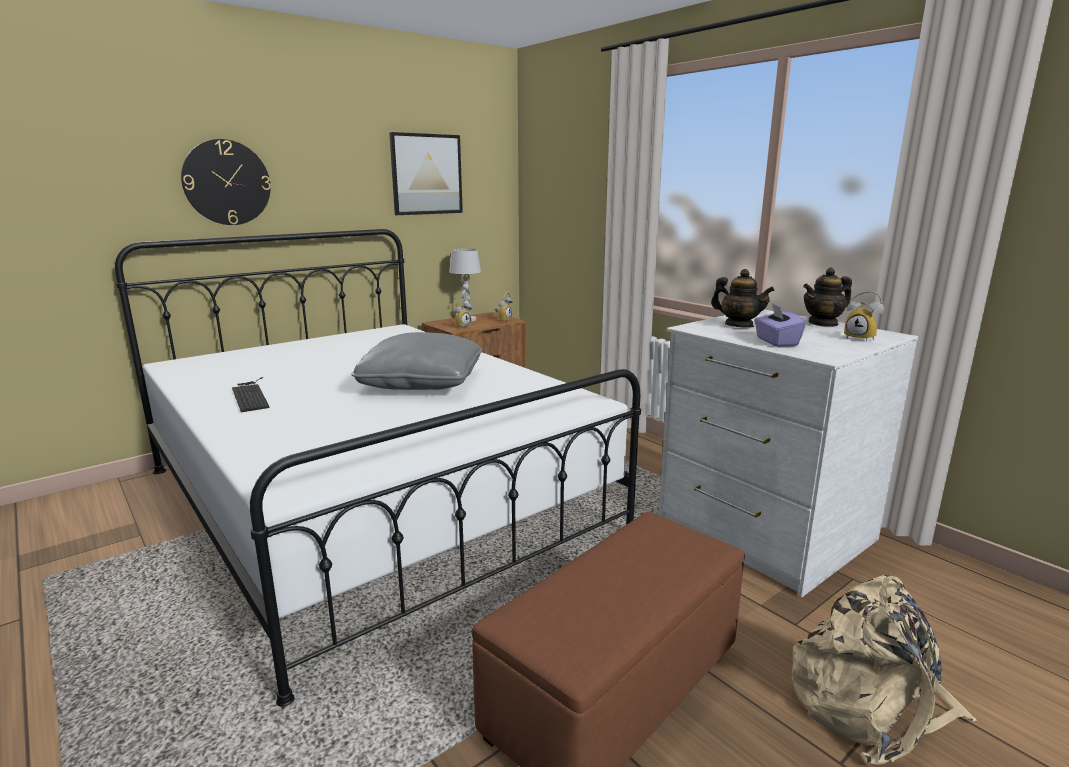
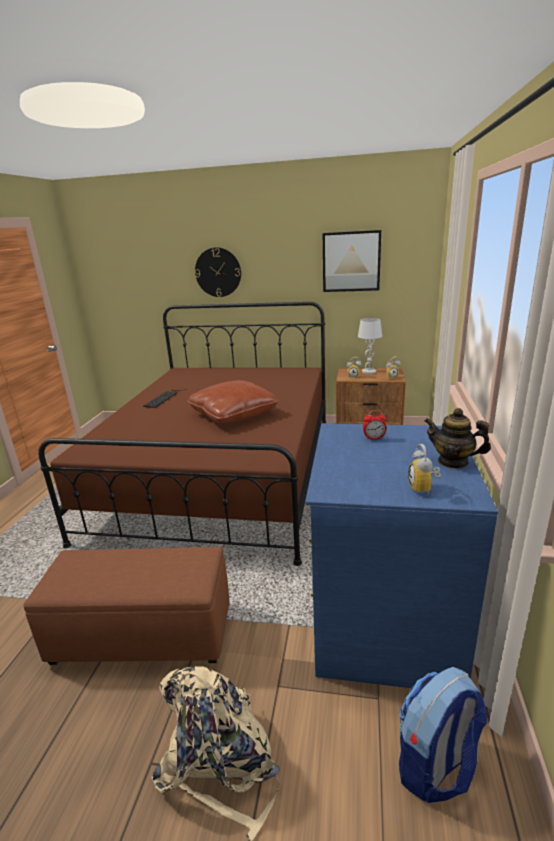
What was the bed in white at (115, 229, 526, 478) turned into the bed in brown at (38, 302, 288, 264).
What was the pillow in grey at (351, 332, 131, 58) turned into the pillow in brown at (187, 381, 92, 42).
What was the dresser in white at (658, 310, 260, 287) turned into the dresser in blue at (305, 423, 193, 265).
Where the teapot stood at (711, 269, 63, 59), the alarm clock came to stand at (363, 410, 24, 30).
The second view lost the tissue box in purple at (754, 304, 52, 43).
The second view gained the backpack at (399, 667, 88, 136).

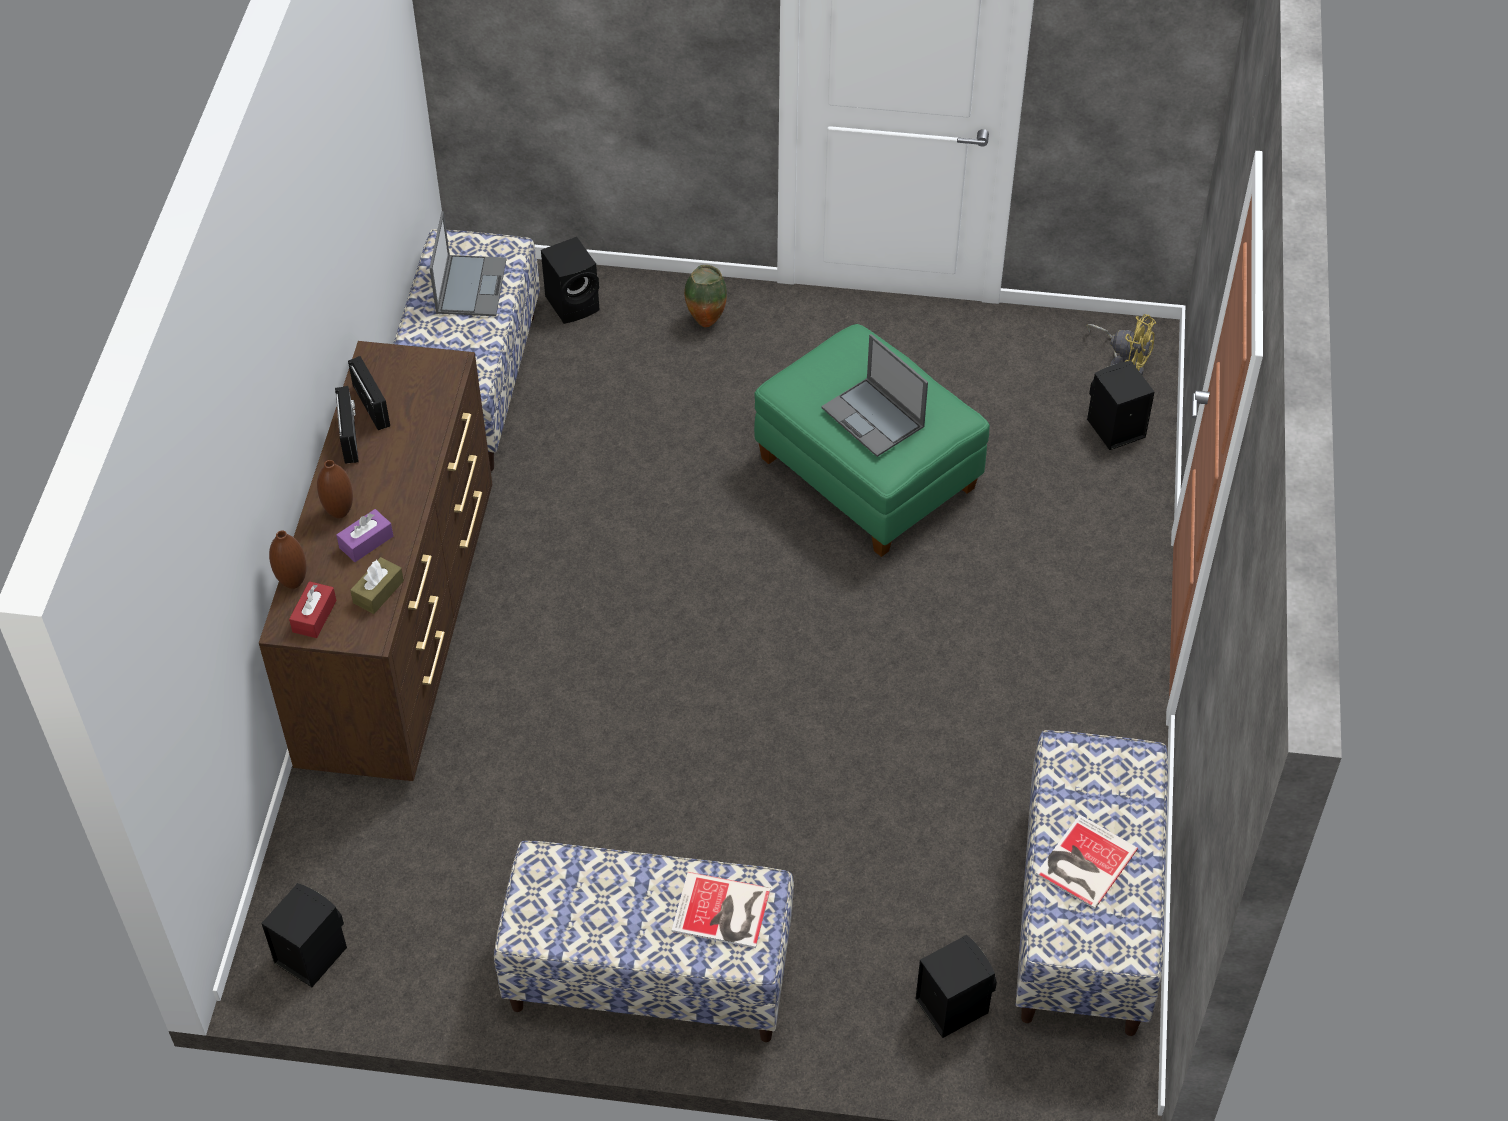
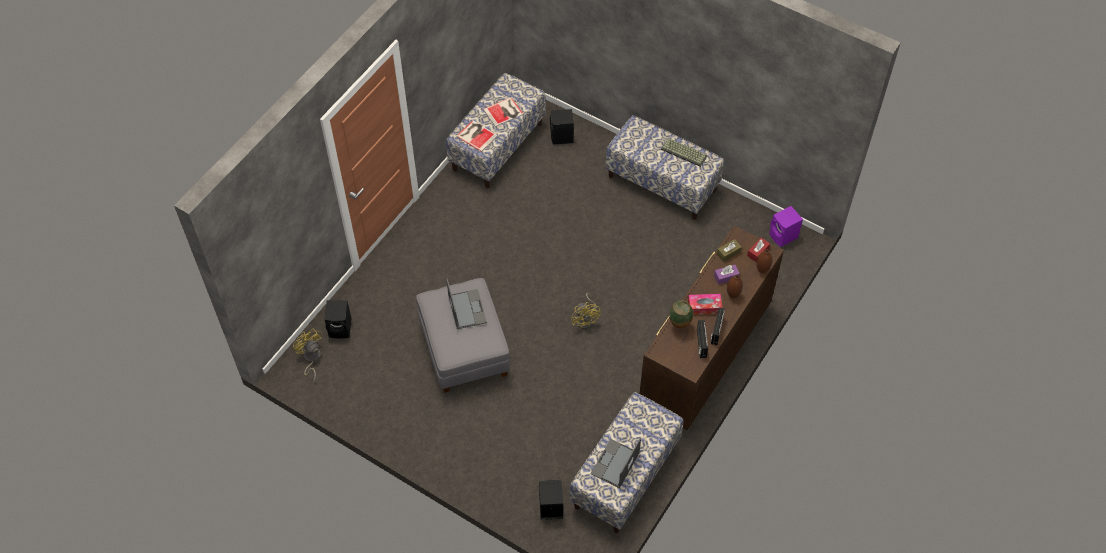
What was the speaker in black at (261, 883, 86, 104) turned into the speaker in purple at (769, 206, 34, 41).
The book ended up elsewhere, having gone from (672, 872, 99, 76) to (456, 120, 42, 32).
The vase ended up elsewhere, having gone from (684, 265, 43, 63) to (669, 300, 24, 28).
What was the ottoman in green at (754, 324, 236, 233) turned into the ottoman in grey at (416, 278, 94, 115).
The second view gained the fan in yellow at (571, 293, 30, 36).
The second view gained the keyboard at (661, 138, 47, 29).
The second view gained the tissue box at (688, 294, 34, 21).

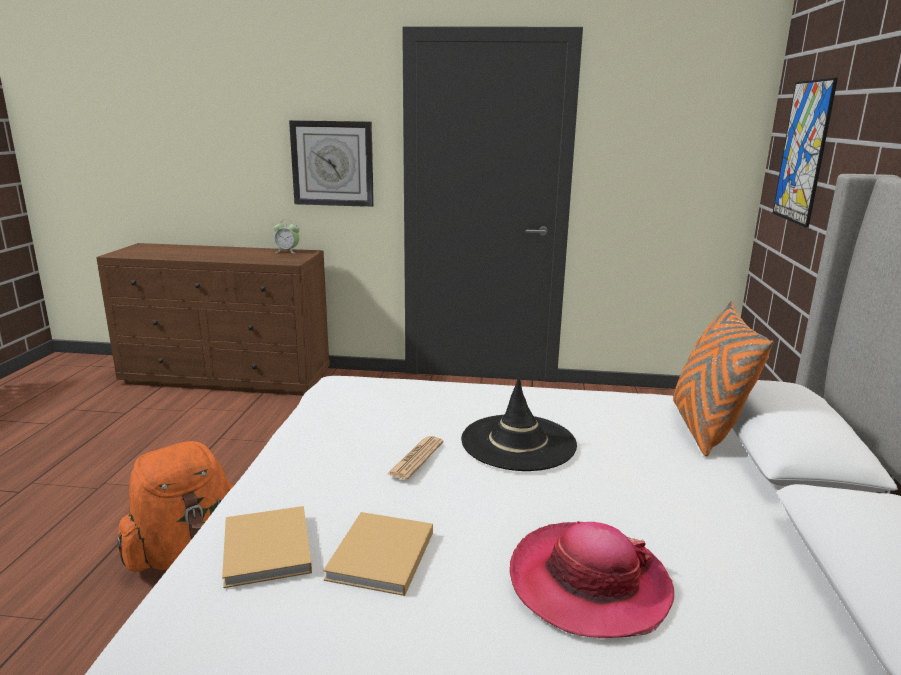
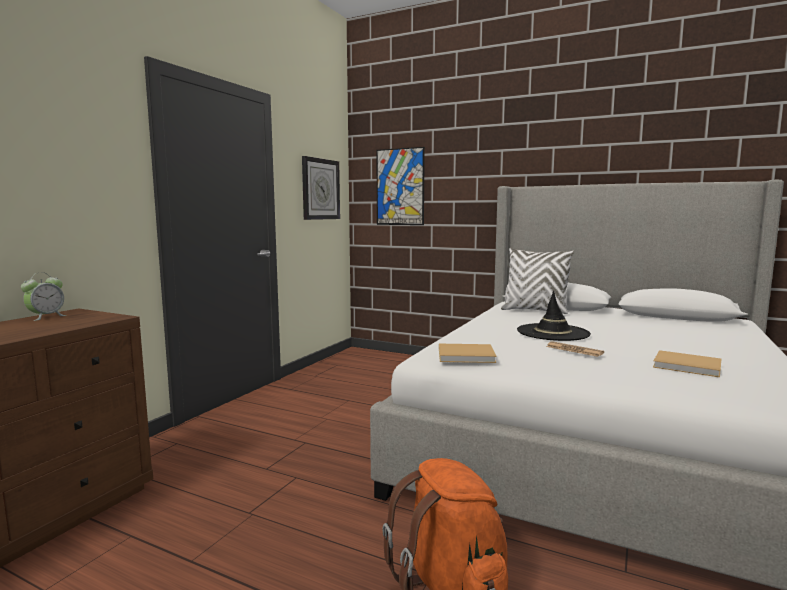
The book in beige ended up elsewhere, having gone from (222, 506, 90, 82) to (439, 344, 57, 19).
The wall clock ended up elsewhere, having gone from (289, 120, 85, 87) to (302, 156, 38, 64).
The second view lost the hat at (510, 521, 164, 117).
What was the pillow in orange at (673, 301, 100, 155) turned into the pillow in white at (501, 248, 73, 66).

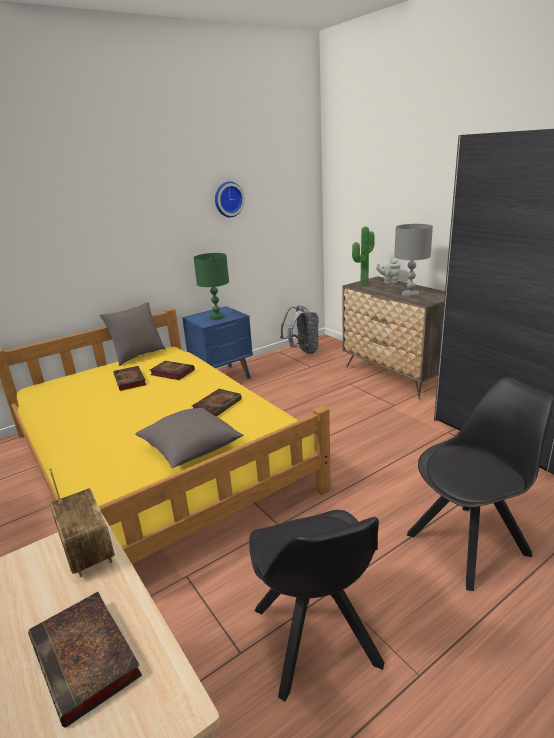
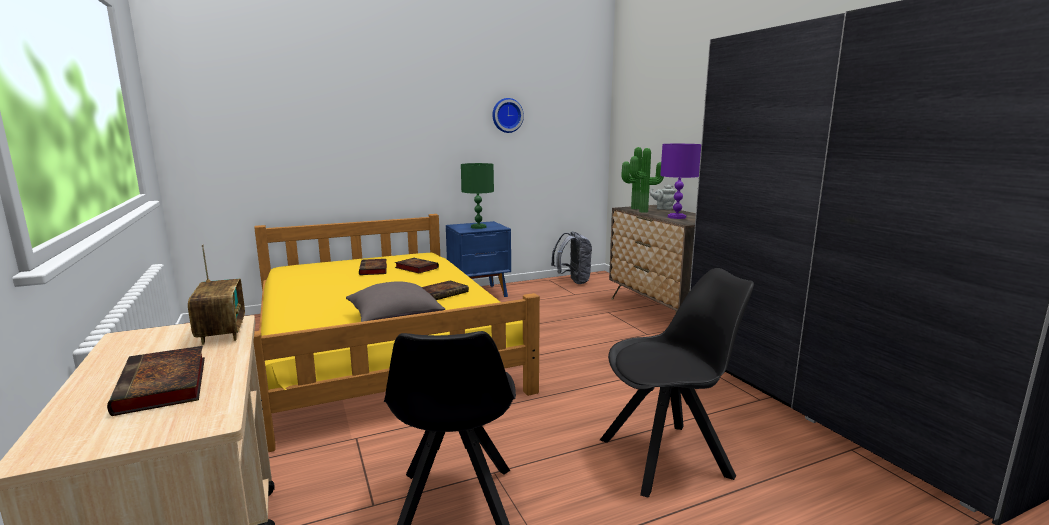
The second view lost the pillow in grey at (100, 302, 66, 64).
What was the table lamp in grey at (394, 224, 39, 73) turned into the table lamp in purple at (660, 144, 41, 75).
The second view gained the potted plant at (630, 148, 34, 65).

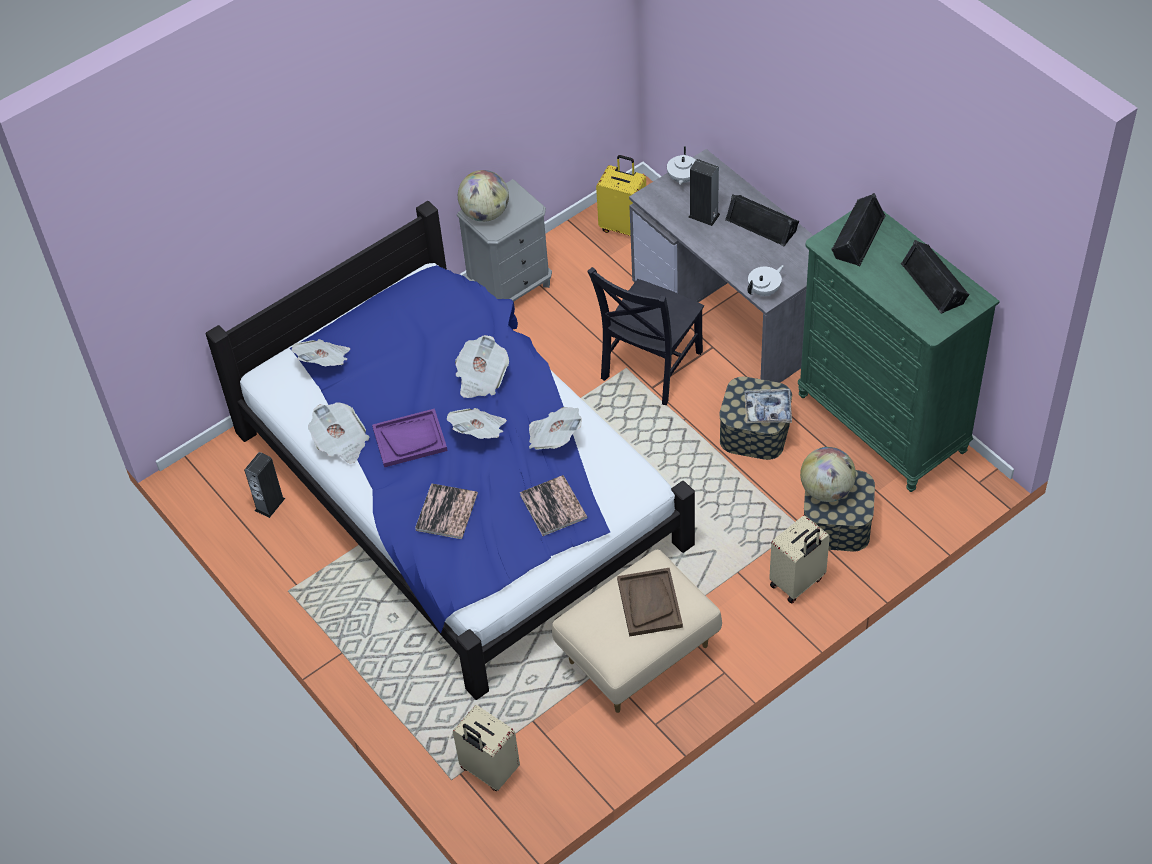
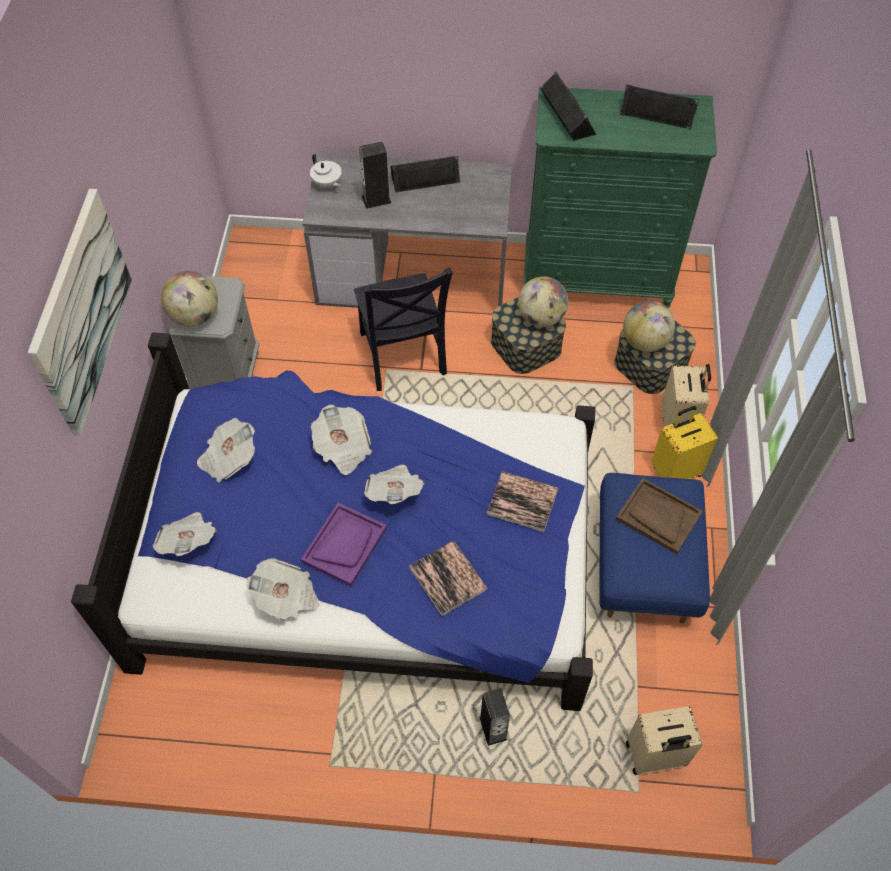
The speaker ended up elsewhere, having gone from (244, 452, 41, 66) to (480, 688, 30, 58).
The newspaper ended up elsewhere, having gone from (529, 407, 53, 43) to (197, 418, 58, 65).
What was the ottoman in beige at (552, 549, 170, 164) turned into the ottoman in blue at (599, 473, 111, 151).
The suitcase in yellow ended up elsewhere, having gone from (596, 155, 50, 81) to (651, 406, 67, 73).
Where the tray stood at (744, 389, 48, 34), the globe came to stand at (518, 276, 51, 51).
The second view lost the teapot in white at (747, 265, 37, 31).
The second view gained the picture at (27, 189, 105, 247).

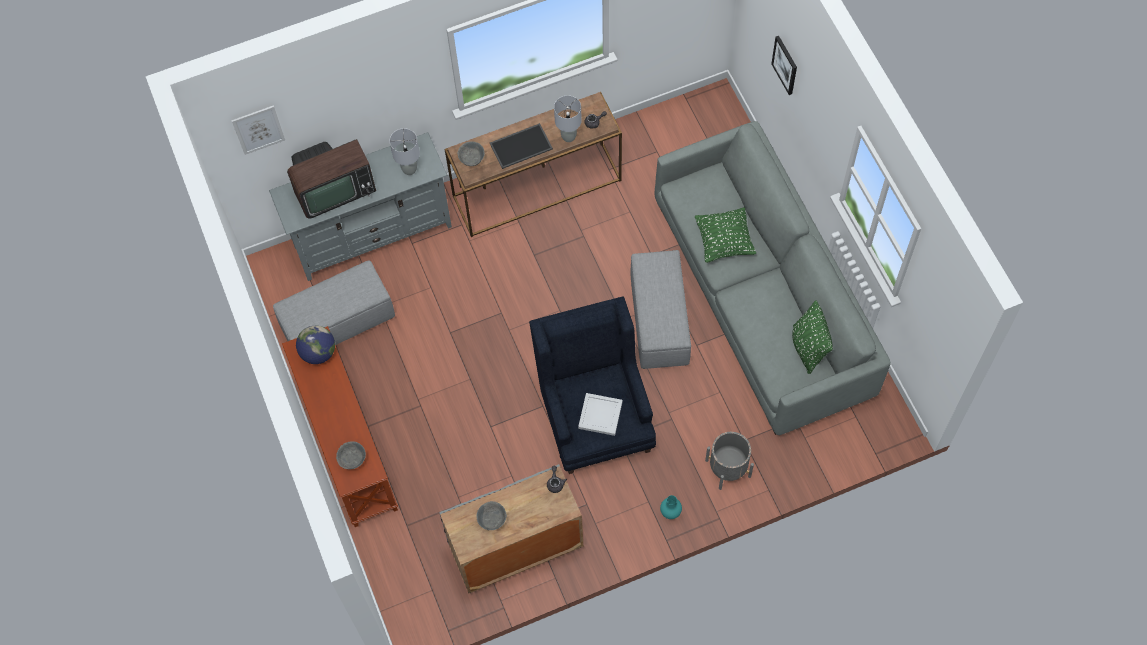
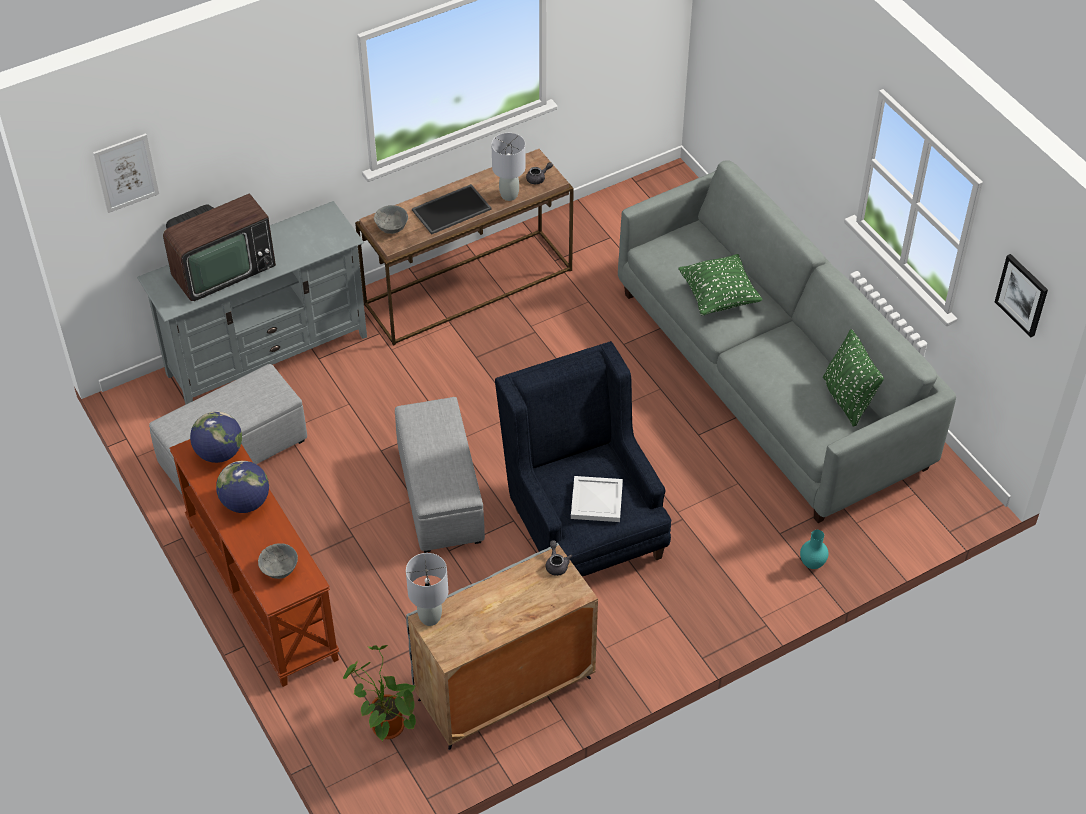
The table lamp in grey ended up elsewhere, having gone from (390, 128, 30, 47) to (406, 553, 42, 73).
The second view lost the bowl in grey at (476, 501, 31, 29).
The ottoman in grey ended up elsewhere, having gone from (631, 250, 60, 119) to (395, 397, 90, 156).
The vase in turquoise ended up elsewhere, having gone from (660, 495, 22, 24) to (800, 530, 28, 39).
The second view lost the planter in grey at (705, 432, 49, 58).
The picture ended up elsewhere, having gone from (771, 36, 26, 59) to (995, 254, 53, 84).
The second view gained the globe at (216, 461, 53, 52).
The second view gained the potted plant at (343, 645, 73, 96).

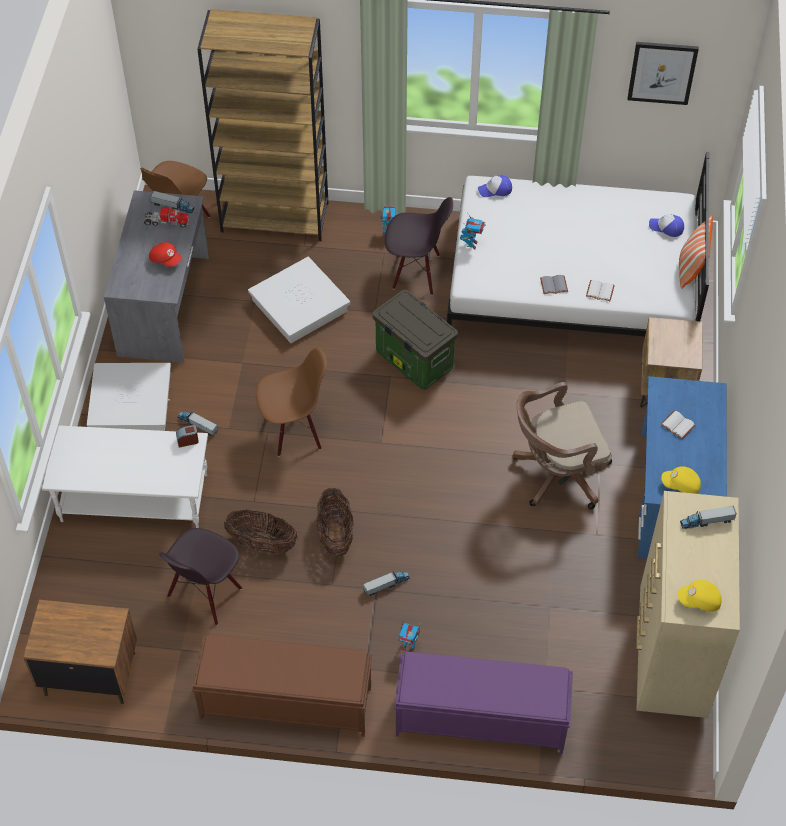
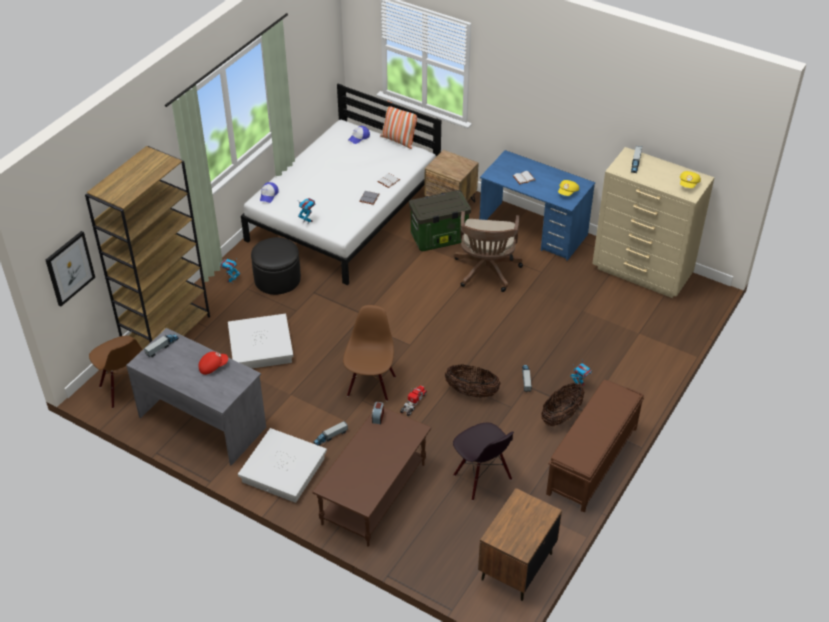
What was the coffee table in white at (42, 425, 166, 103) turned into the coffee table in brown at (312, 408, 119, 139).
The toy truck ended up elsewhere, having gone from (144, 207, 45, 21) to (400, 386, 27, 30).
The basket ended up elsewhere, having gone from (224, 510, 74, 44) to (541, 383, 43, 43).
The storage box ended up elsewhere, having gone from (373, 290, 85, 100) to (409, 190, 62, 61).
Where the chair in black stood at (385, 197, 68, 98), the ottoman in black came to stand at (251, 237, 50, 58).
The second view lost the bench in purple at (394, 652, 179, 102).
The picture ended up elsewhere, having gone from (627, 42, 72, 63) to (46, 231, 49, 75).

